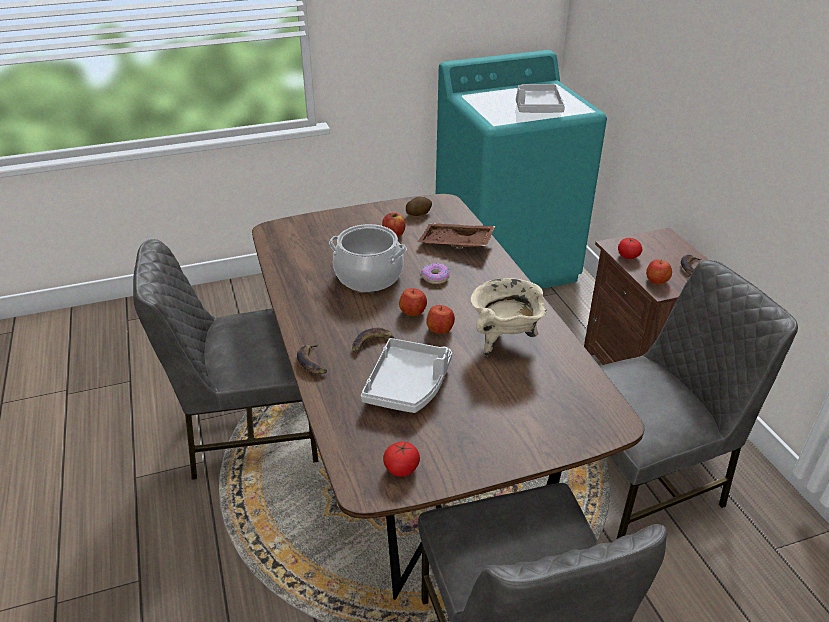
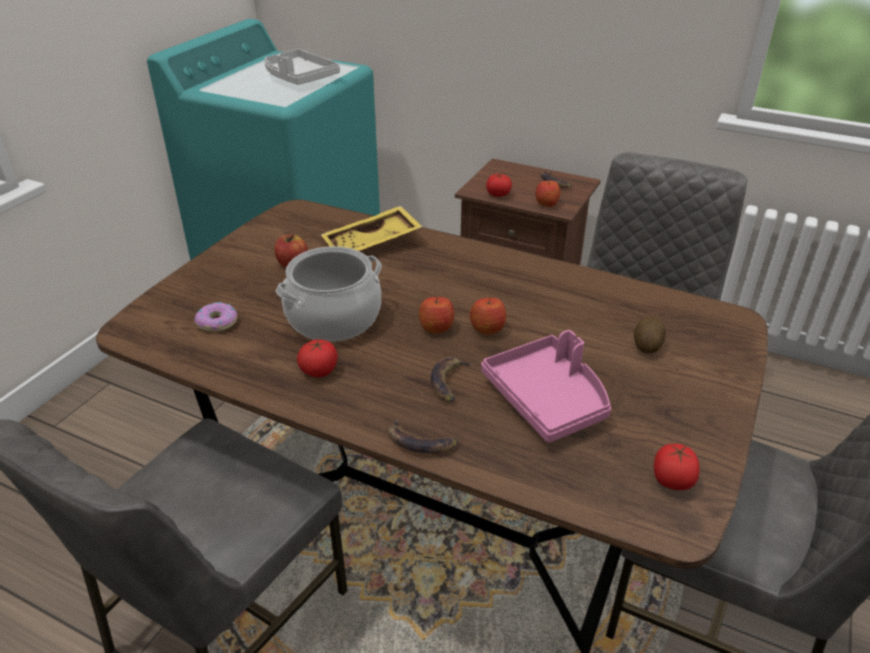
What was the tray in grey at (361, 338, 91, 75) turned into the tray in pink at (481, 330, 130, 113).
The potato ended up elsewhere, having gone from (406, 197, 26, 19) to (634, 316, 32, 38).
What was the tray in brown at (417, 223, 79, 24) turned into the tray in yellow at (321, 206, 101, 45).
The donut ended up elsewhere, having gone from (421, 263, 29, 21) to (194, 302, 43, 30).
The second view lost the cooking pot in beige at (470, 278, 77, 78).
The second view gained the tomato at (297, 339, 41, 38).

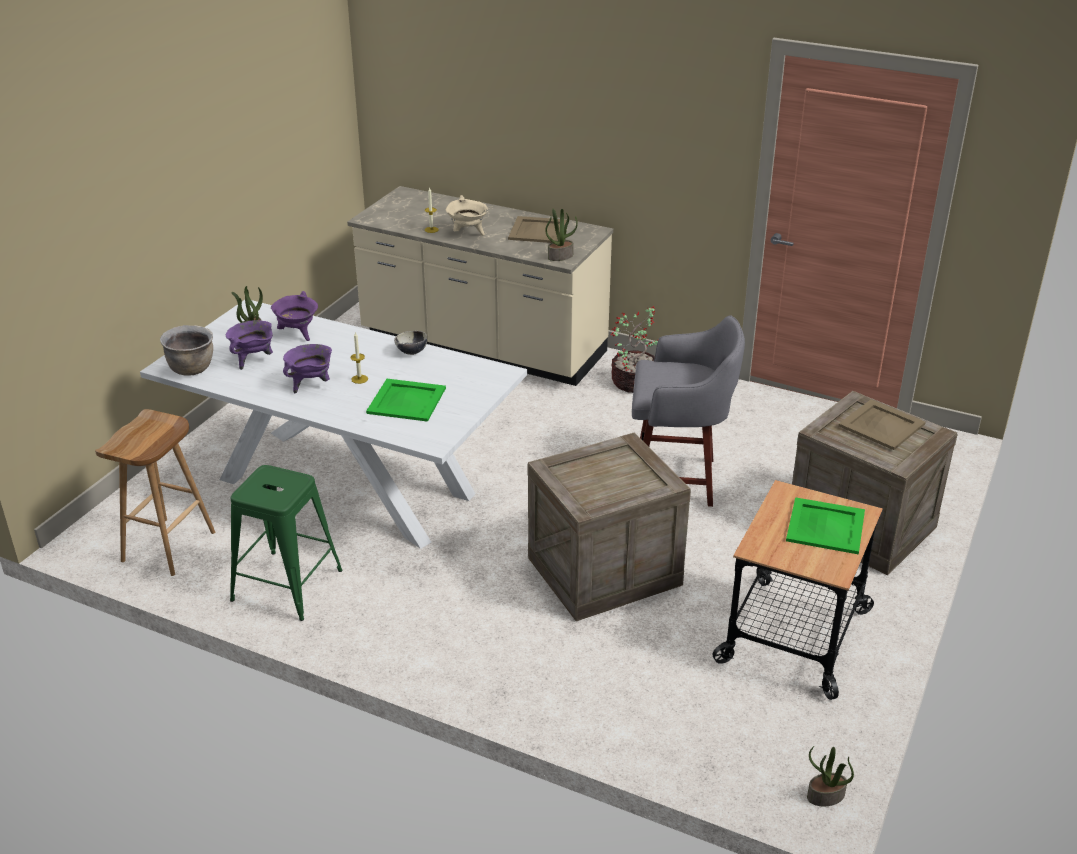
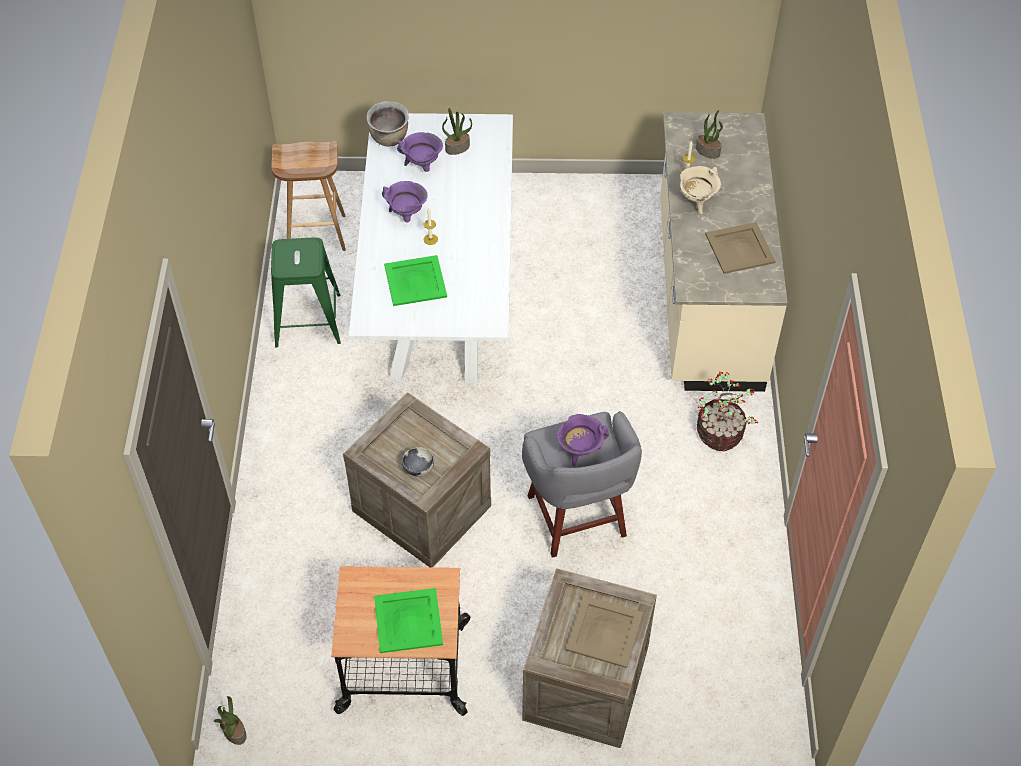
The cooking pot in purple ended up elsewhere, having gone from (271, 291, 47, 50) to (557, 414, 52, 52).
The bowl ended up elsewhere, having gone from (394, 331, 33, 24) to (402, 447, 32, 29).
The potted plant ended up elsewhere, having gone from (545, 209, 33, 52) to (696, 110, 27, 49).

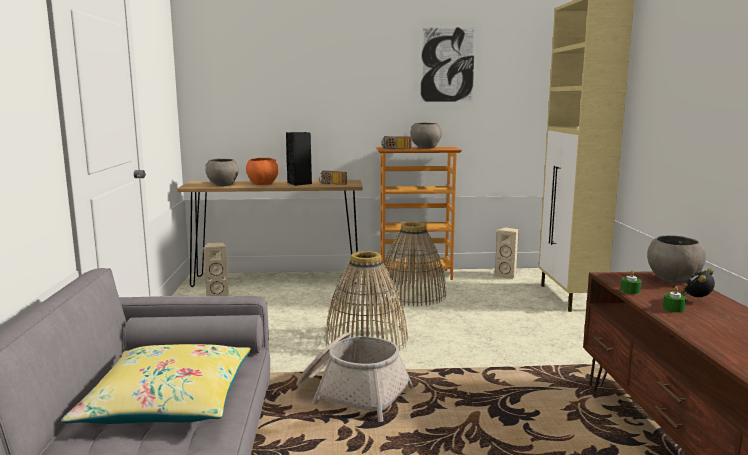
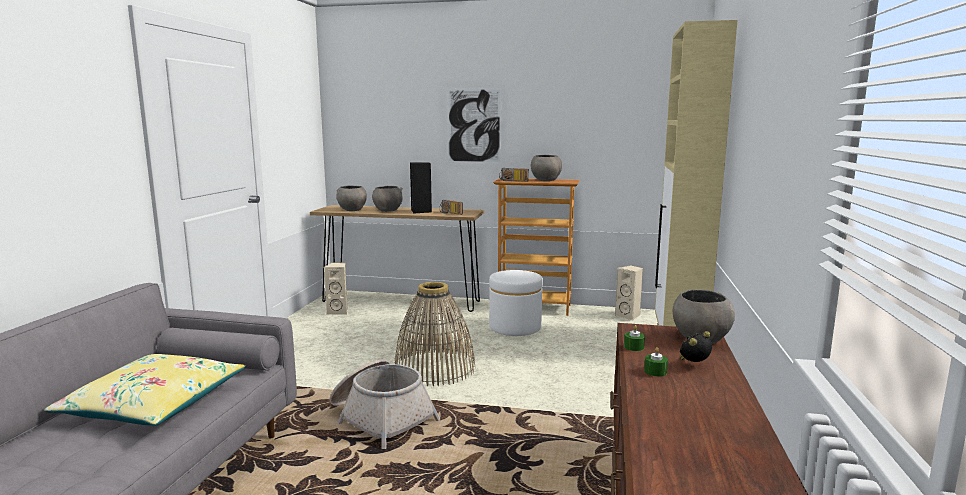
What was the bowl in orange at (246, 158, 33, 27) turned into the bowl in grey at (372, 186, 31, 26).
Where the basket stood at (380, 222, 67, 84), the ottoman in white came to stand at (489, 270, 54, 66).
The picture ended up elsewhere, having gone from (419, 25, 58, 78) to (447, 88, 54, 75).

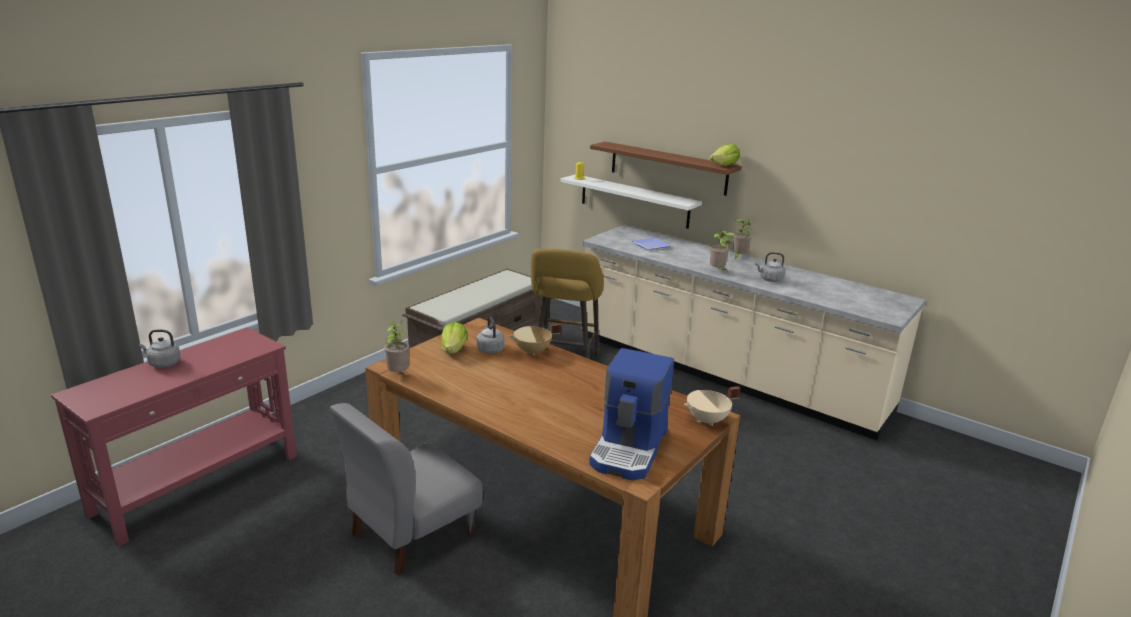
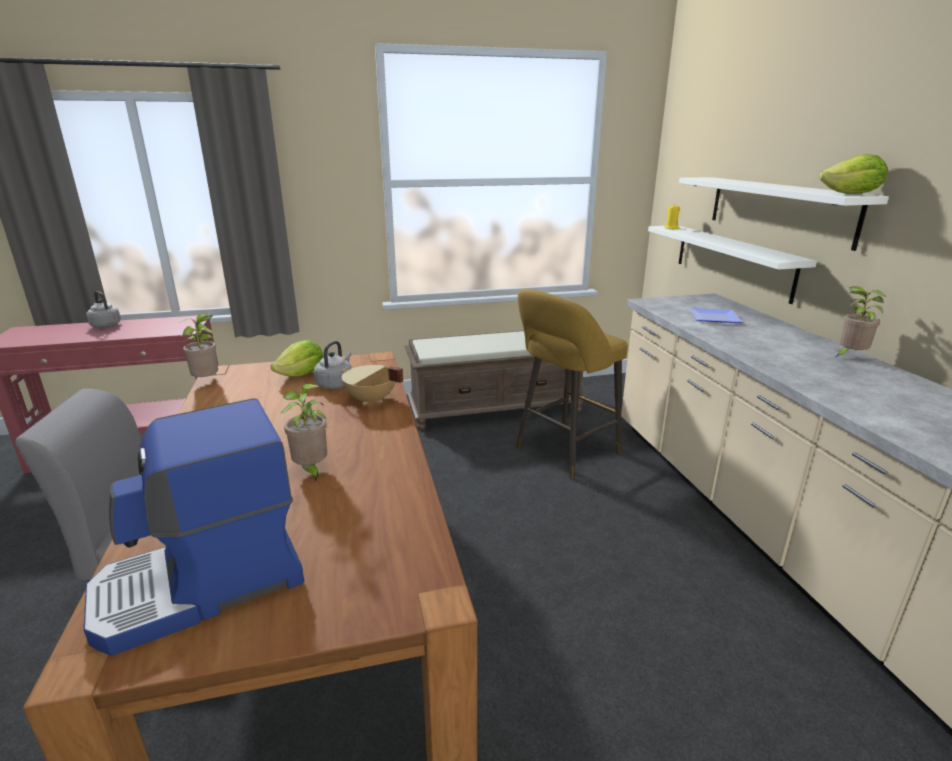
What was the shelf in brown at (590, 142, 152, 54) turned into the shelf in white at (679, 177, 210, 74).
The second view lost the cooking pot in beige at (684, 386, 57, 40).
The potted plant ended up elsewhere, having gone from (710, 230, 25, 44) to (281, 384, 46, 98).
The second view lost the kettle in grey at (755, 252, 30, 30).

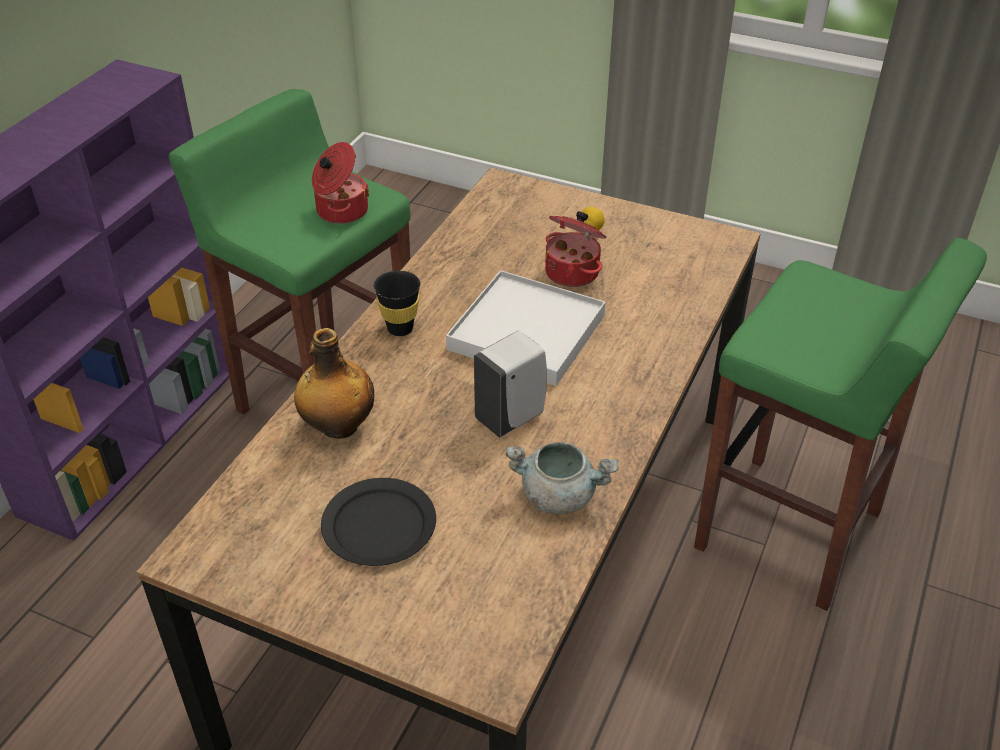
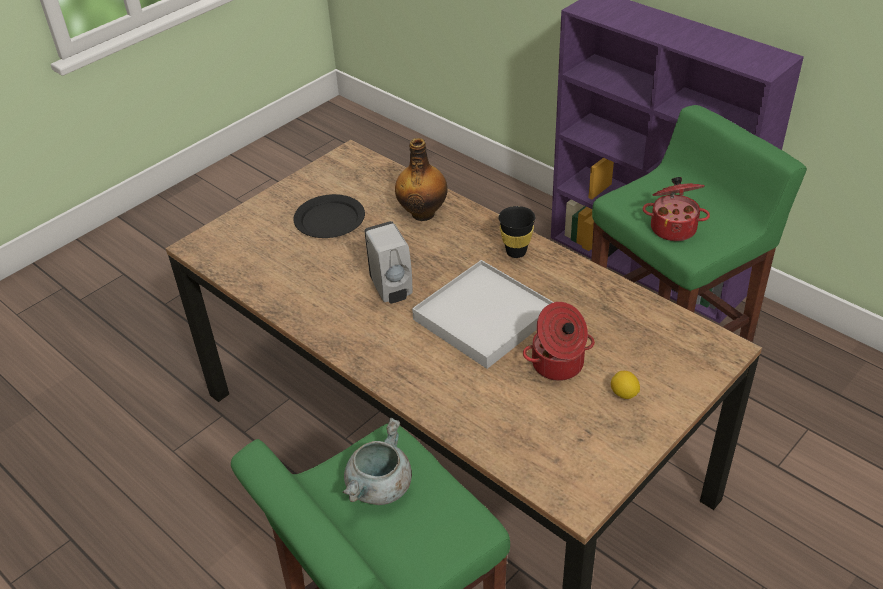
The cooking pot in grey ended up elsewhere, having gone from (506, 442, 113, 72) to (343, 418, 69, 87).

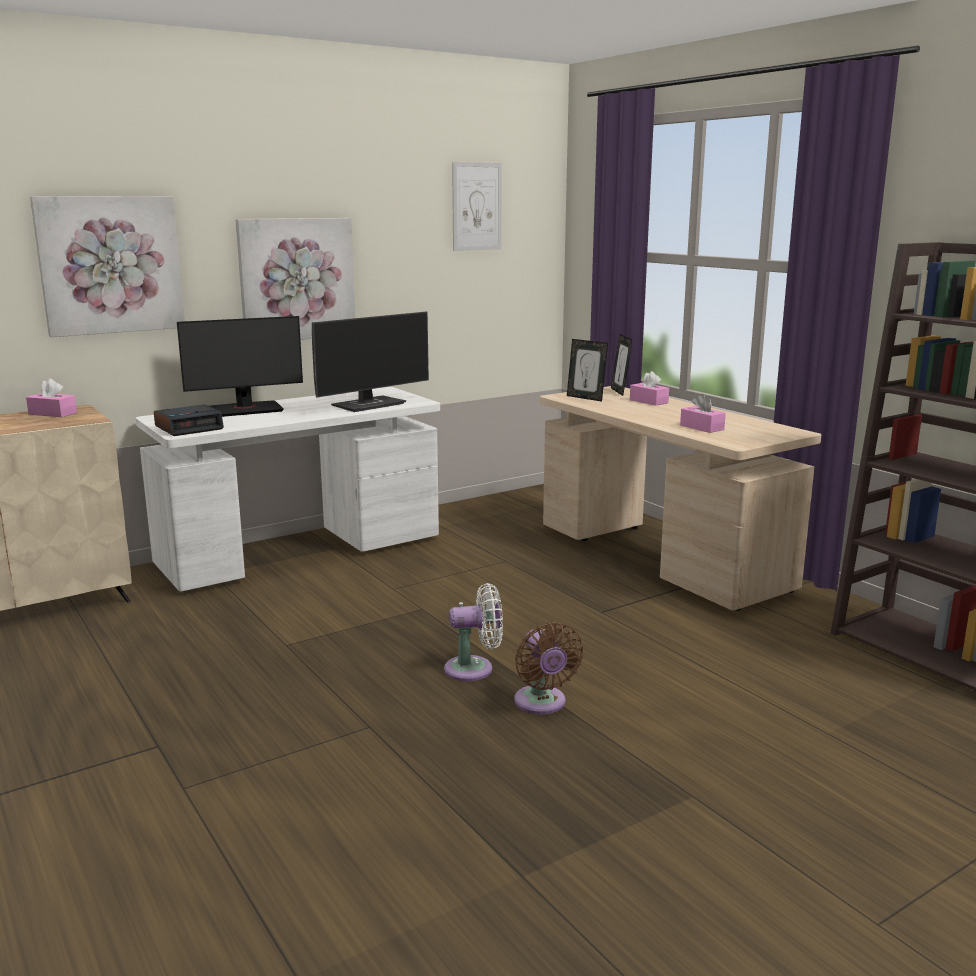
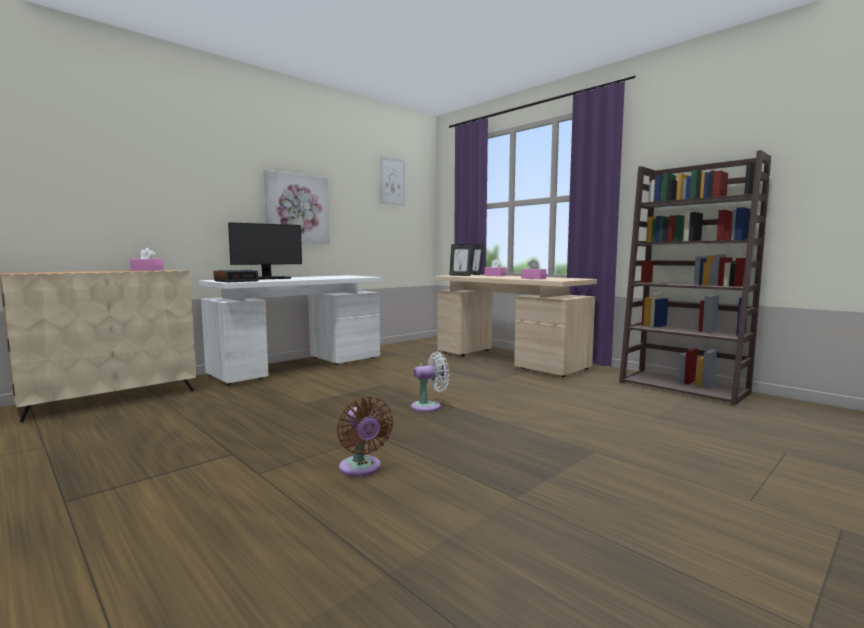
The second view lost the picture at (30, 196, 155, 141).
The second view lost the monitor at (312, 311, 117, 101).
The fan in brown ended up elsewhere, having gone from (514, 622, 70, 92) to (337, 396, 56, 81).

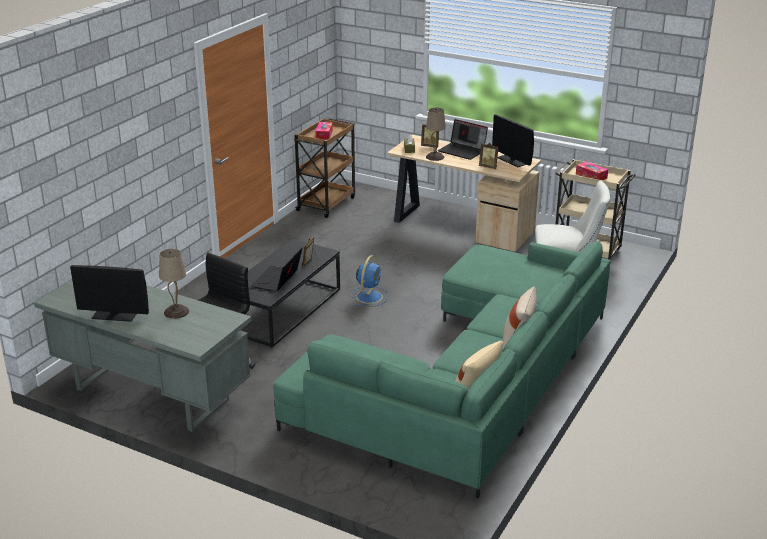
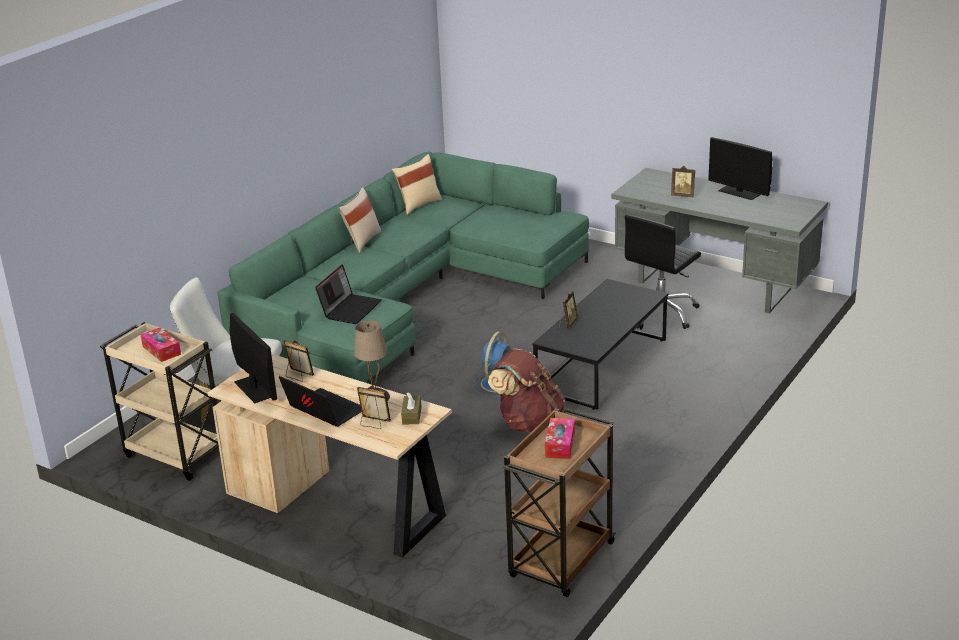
The monitor at (70, 265, 79, 57) ended up facing another way, 150 degrees counterclockwise from before.
Where the table lamp in beige stood at (159, 249, 30, 70), the picture frame came to stand at (671, 166, 24, 31).
The laptop ended up elsewhere, having gone from (251, 247, 52, 45) to (315, 264, 66, 60).
The second view gained the backpack in brown at (488, 349, 78, 83).

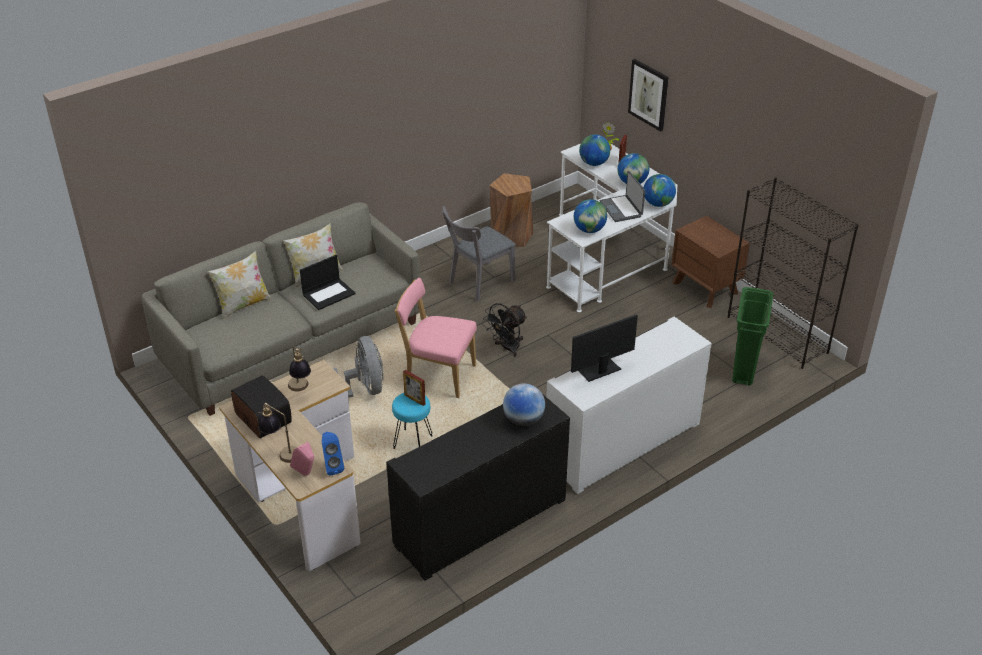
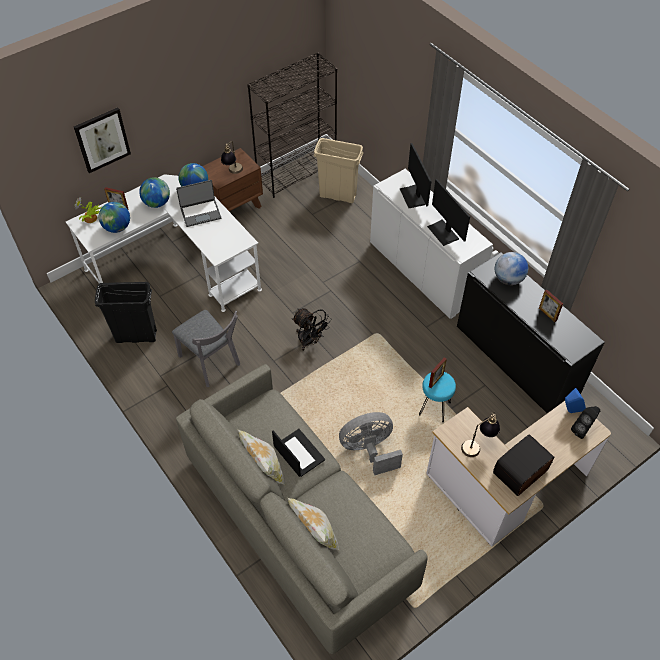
The table lamp ended up elsewhere, having gone from (258, 403, 39, 60) to (221, 141, 22, 33).
What was the speaker in pink at (290, 441, 24, 35) turned into the speaker in black at (571, 406, 29, 33).
The second view lost the chair in pink at (395, 278, 82, 120).
Where the stool in brown stood at (489, 173, 45, 74), the trash can in black came to stand at (95, 282, 62, 61).
The second view lost the globe at (574, 199, 33, 34).
What was the trash can in green at (732, 287, 41, 99) turned into the trash can in beige at (314, 138, 49, 65).
The second view gained the monitor at (399, 143, 33, 65).
The second view gained the picture frame at (539, 290, 24, 32).

